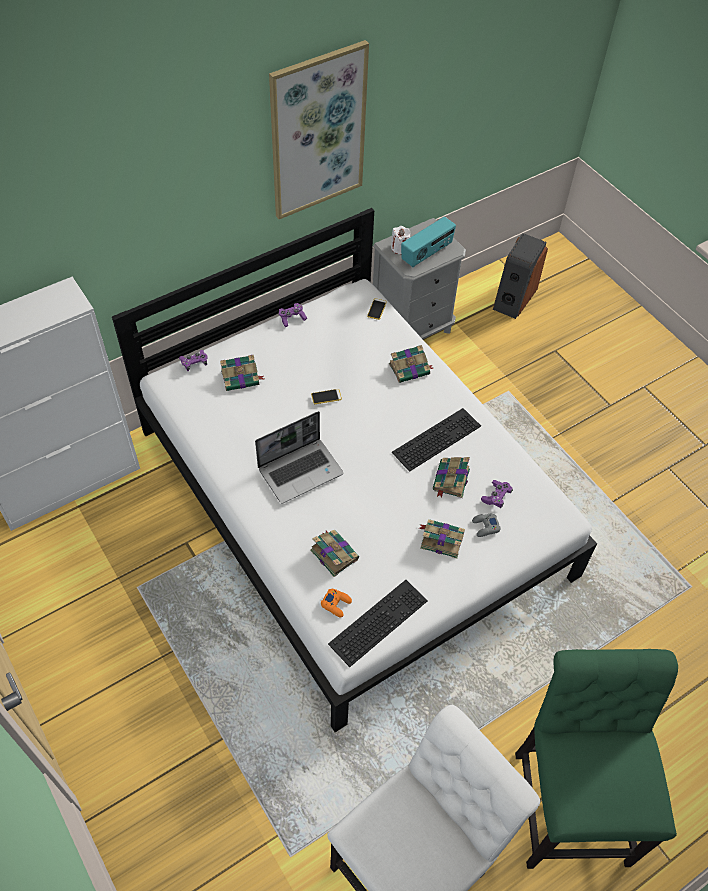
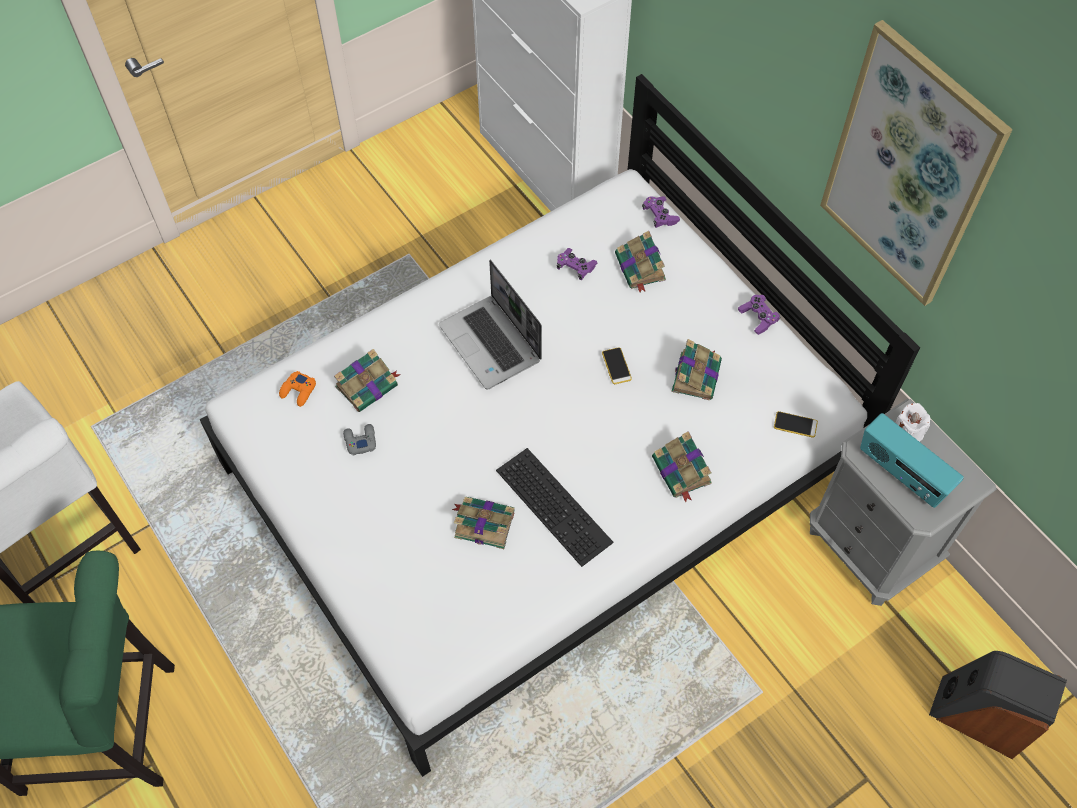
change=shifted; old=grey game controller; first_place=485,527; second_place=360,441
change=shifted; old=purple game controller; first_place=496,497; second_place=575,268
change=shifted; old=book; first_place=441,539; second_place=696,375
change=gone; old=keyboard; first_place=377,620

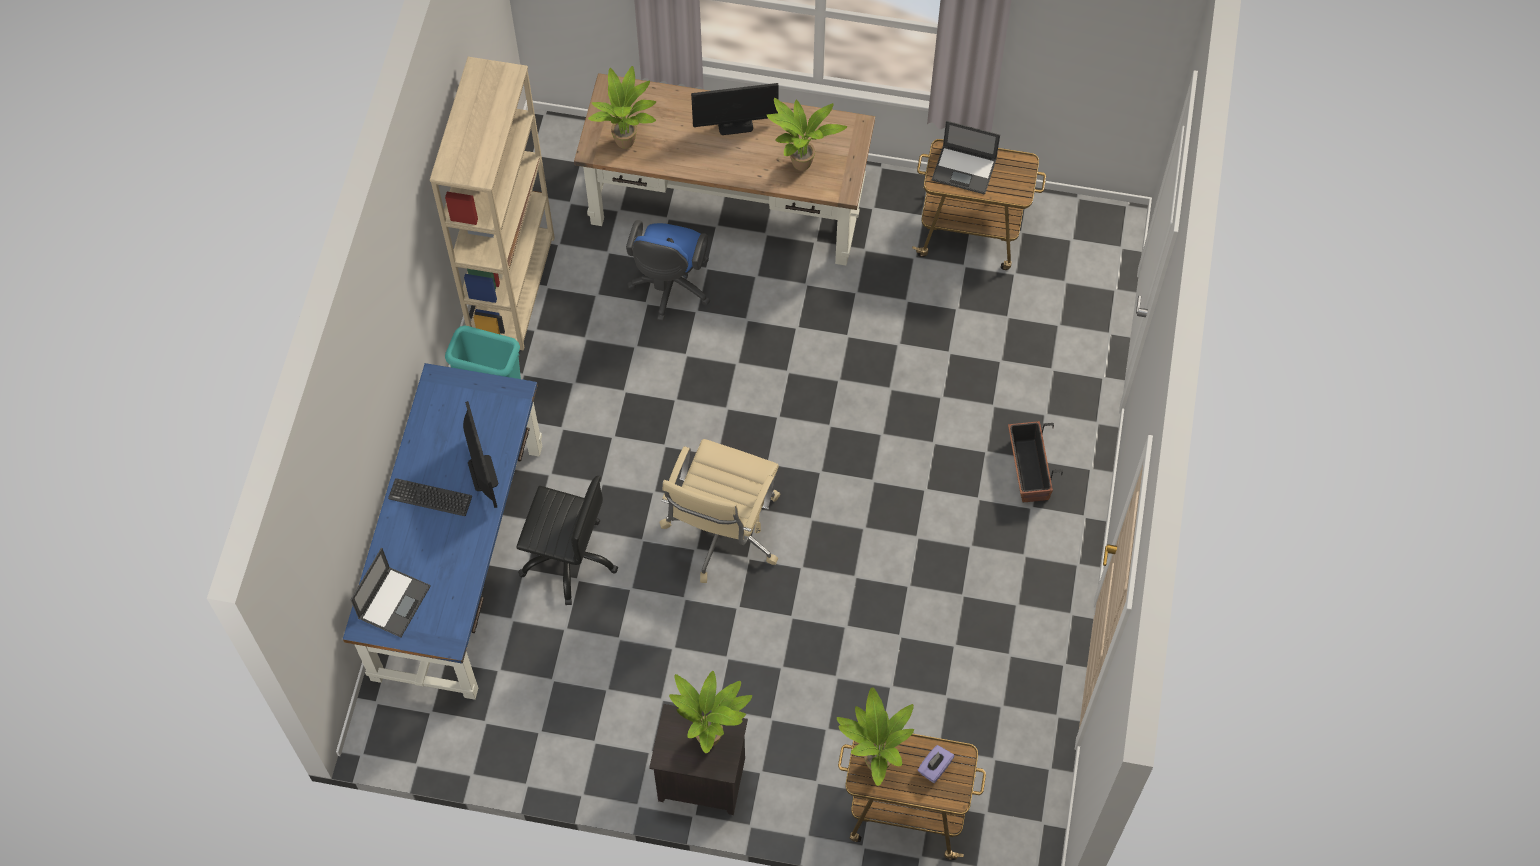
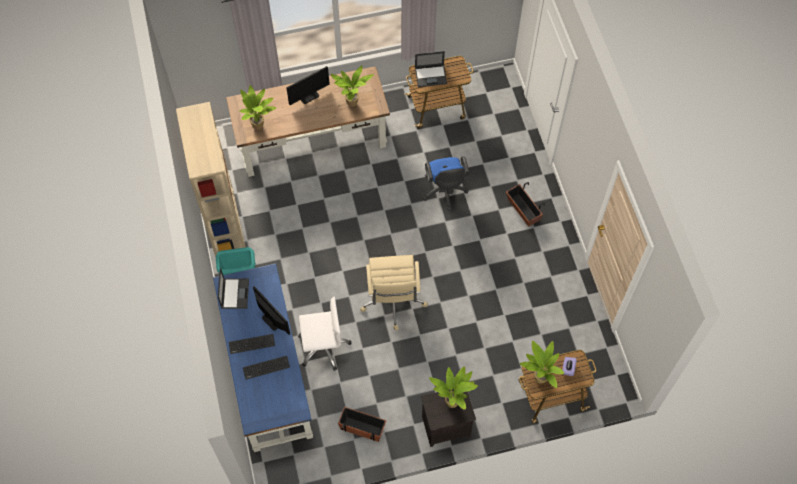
change=shifted; old=laptop; first_place=394,601; second_place=235,293
change=new; new=keyboard; second_place=266,367
change=repainted; old=black office chair; new=white office chair; first_place=569,558; second_place=323,346
change=new; new=planter; second_place=362,428
change=shifted; old=blue office chair; first_place=670,288; second_place=444,192

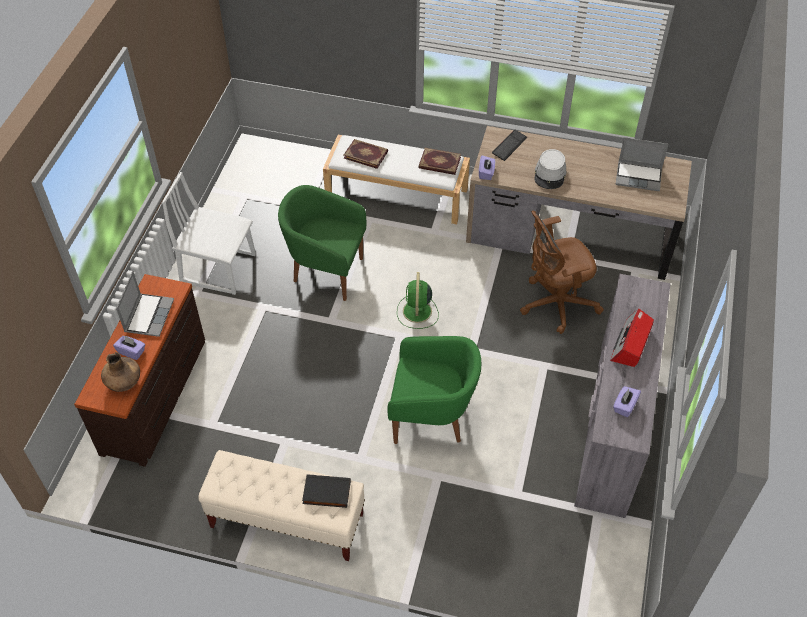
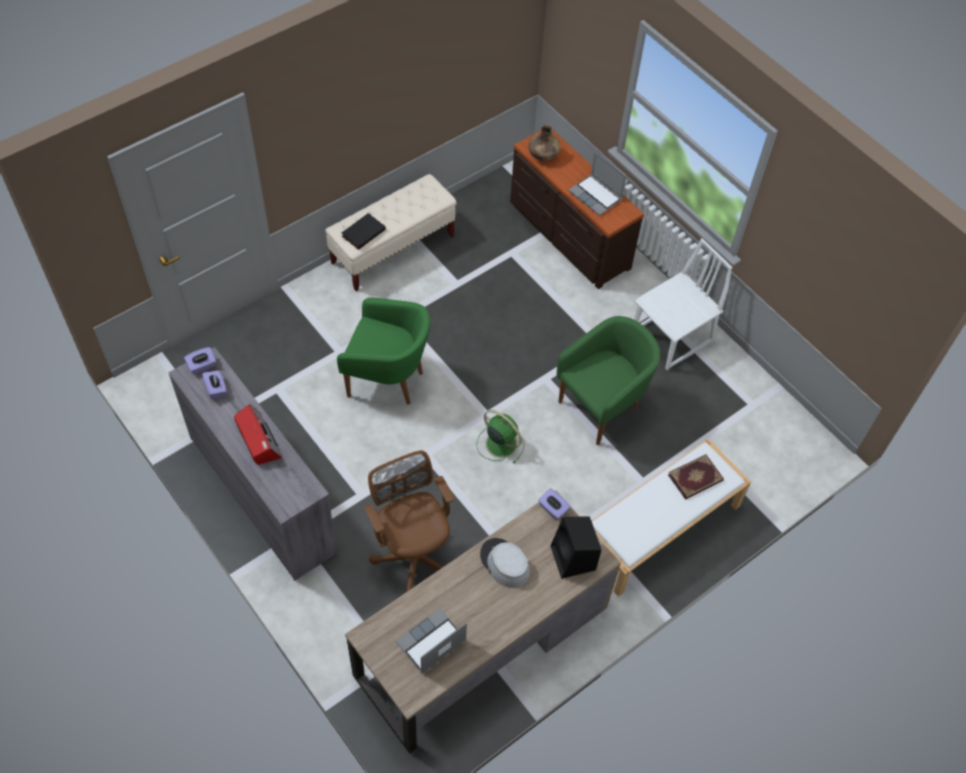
change=shifted; old=purple tissue box; first_place=132,352; second_place=202,366
change=rotated; old=green armchair; first_place=432,420; second_place=388,380; degrees=-120
change=rotated; old=brown office chair; first_place=555,304; second_place=413,555; degrees=-45
change=swapped; old=keyboard; new=black speaker; first_place=509,146; second_place=573,559
change=gone; old=book; first_place=439,163

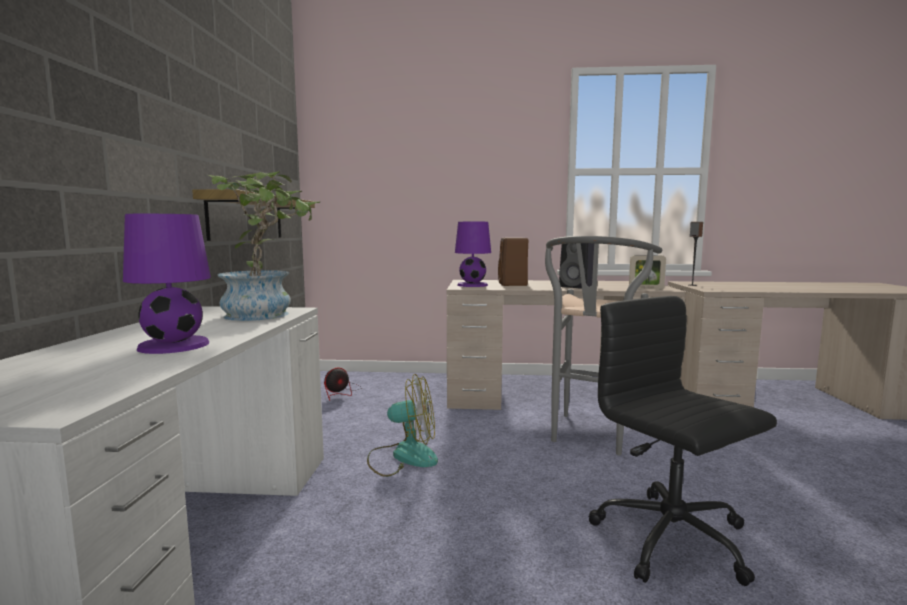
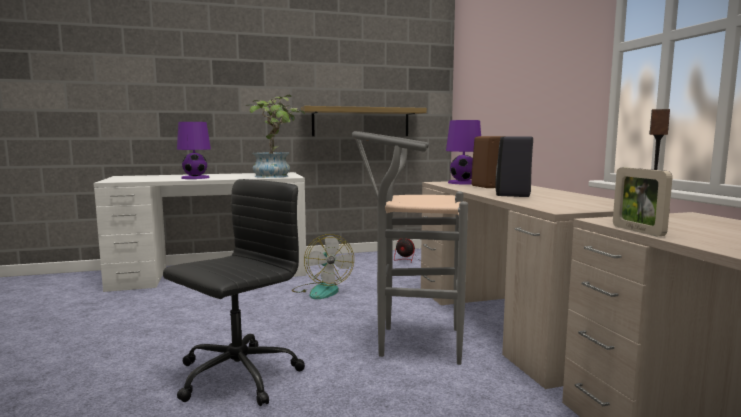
change=shifted; old=picture frame; first_place=646,289; second_place=638,231

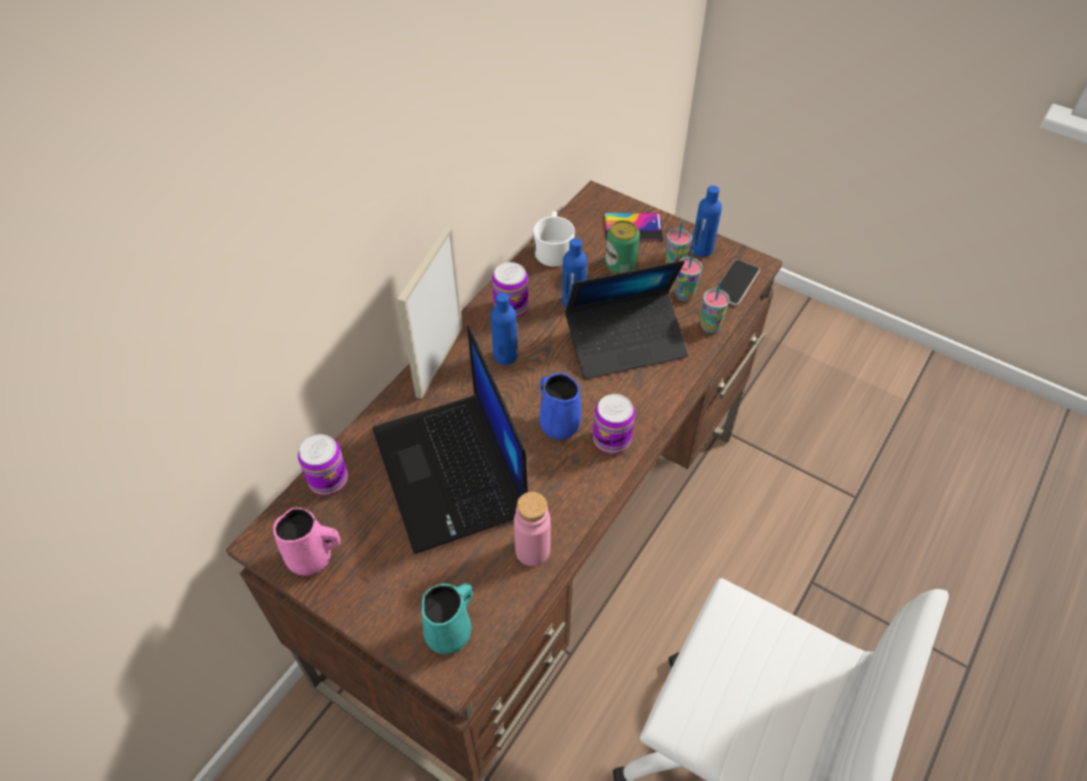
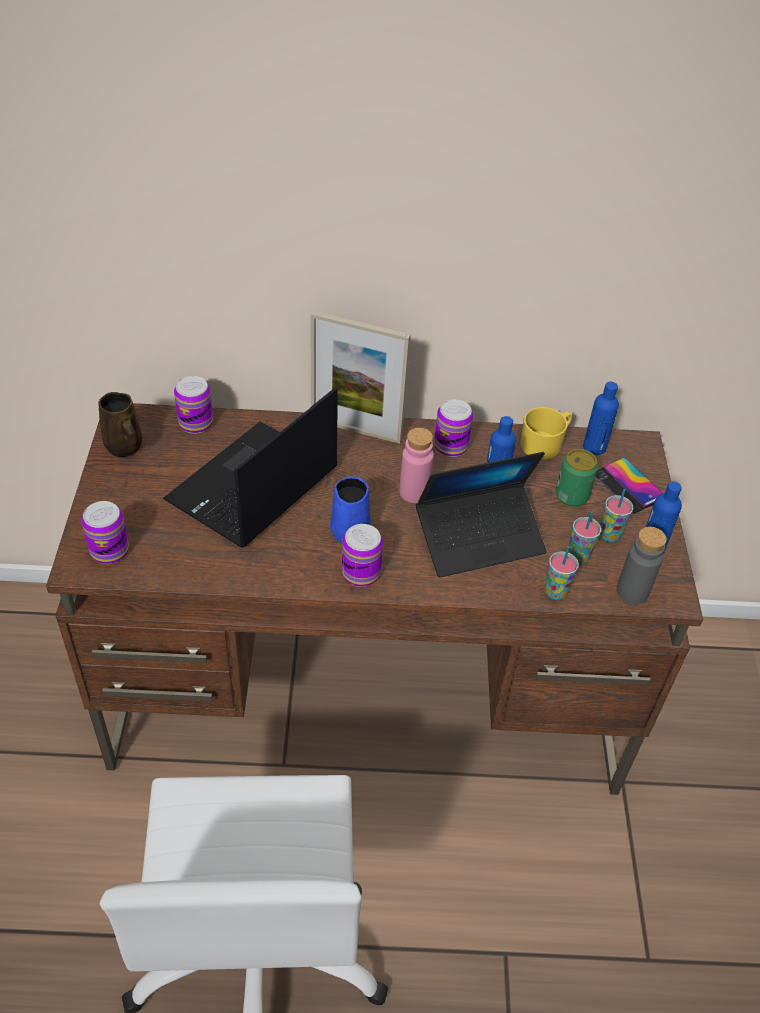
change=swapped; old=turquoise mug; new=can; first_place=450,632; second_place=109,551
change=repainted; old=pink mug; new=brown mug; first_place=313,559; second_place=125,447
change=rotated; old=picture frame; first_place=439,361; second_place=356,430; degrees=-150
change=shifted; old=pink bottle; first_place=532,550; second_place=414,492
change=rotated; old=laptop; first_place=626,342; second_place=479,538; degrees=-60
change=repainted; old=white mug; new=yellow mug; first_place=553,249; second_place=545,444
change=shifted; old=blue bottle; first_place=505,356; second_place=594,447
change=swapped; old=phone; new=grey bottle; first_place=736,283; second_place=632,591

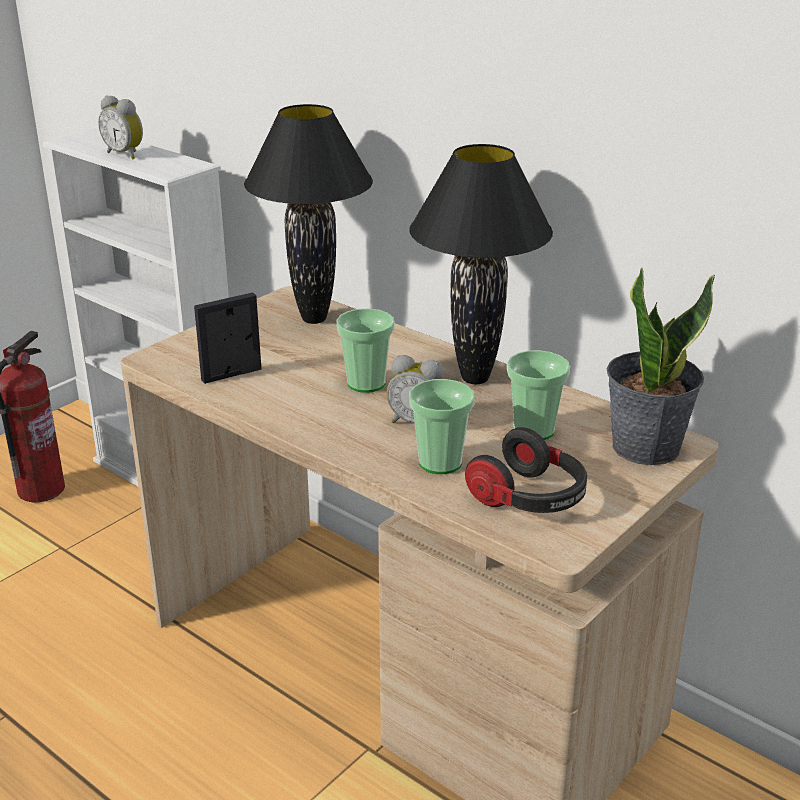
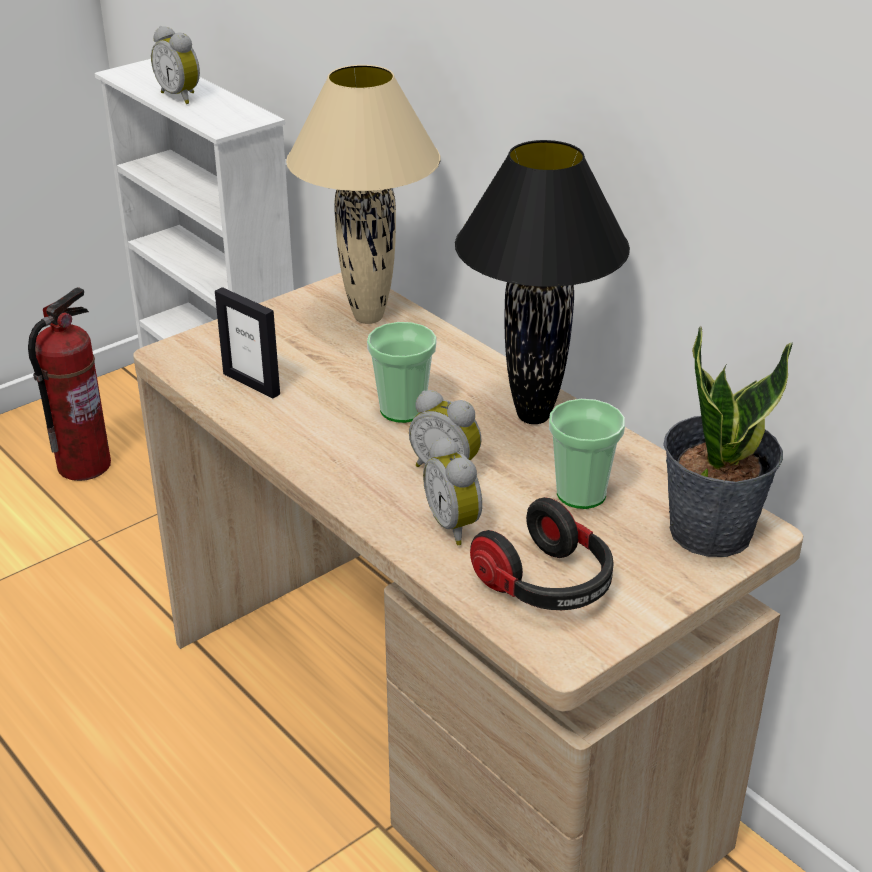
change=rotated; old=picture frame; first_place=231,375; second_place=252,383; degrees=-120
change=repainted; old=black table lamp; new=beige table lamp; first_place=315,319; second_place=370,317
change=swapped; old=cup; new=alarm clock; first_place=440,462; second_place=456,525

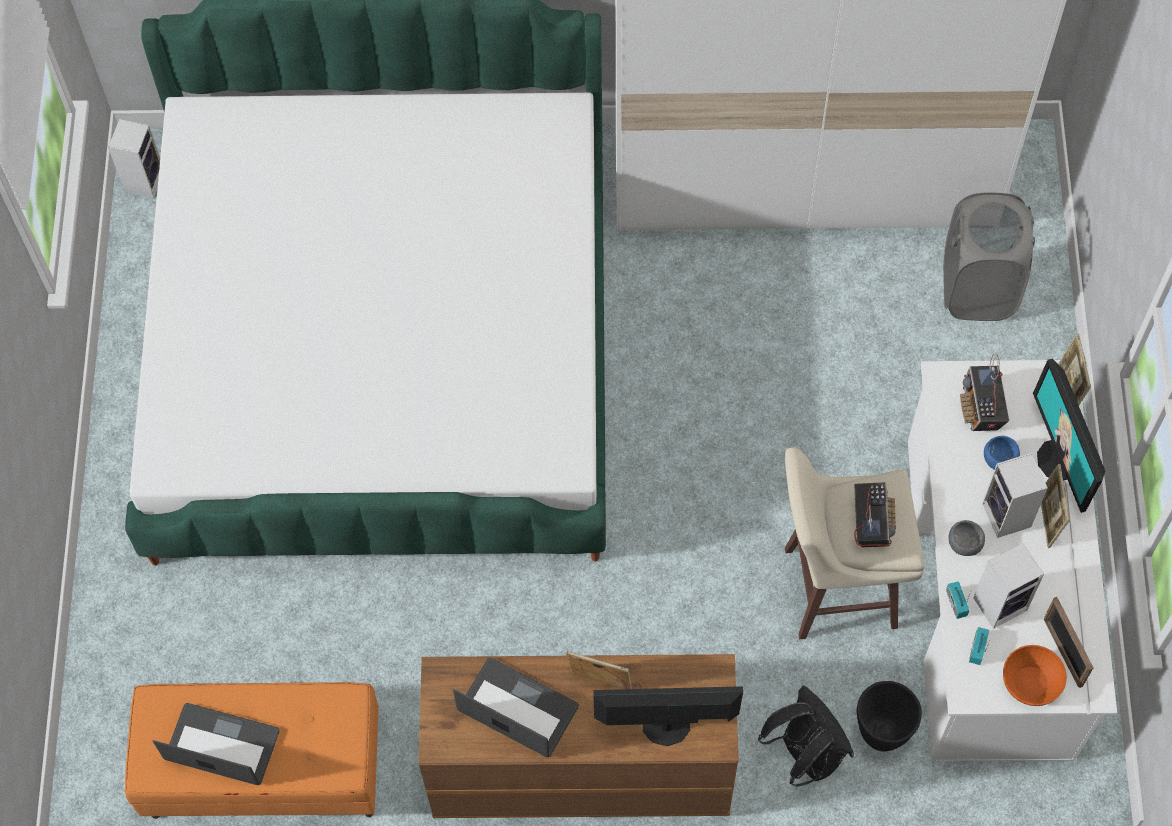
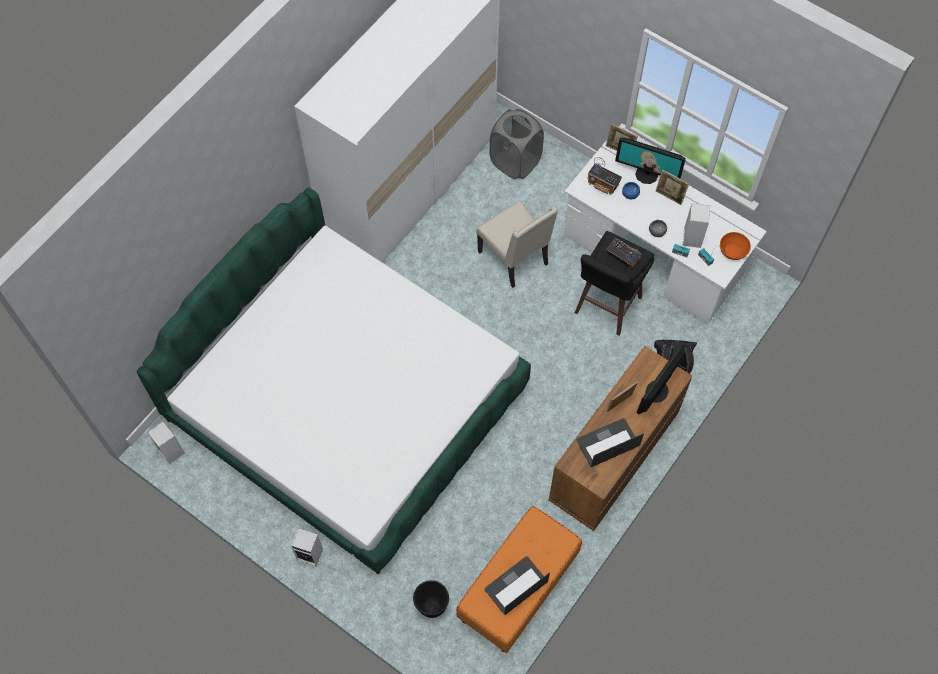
change=shifted; old=speaker; first_place=1008,516; second_place=311,554
change=shifted; old=black planter; first_place=882,732; second_place=431,606
change=new; new=beige chair; second_place=515,258
change=repainted; old=beige stool; new=black stool; first_place=835,587; second_place=606,306
change=gone; old=picture frame; first_place=1062,652

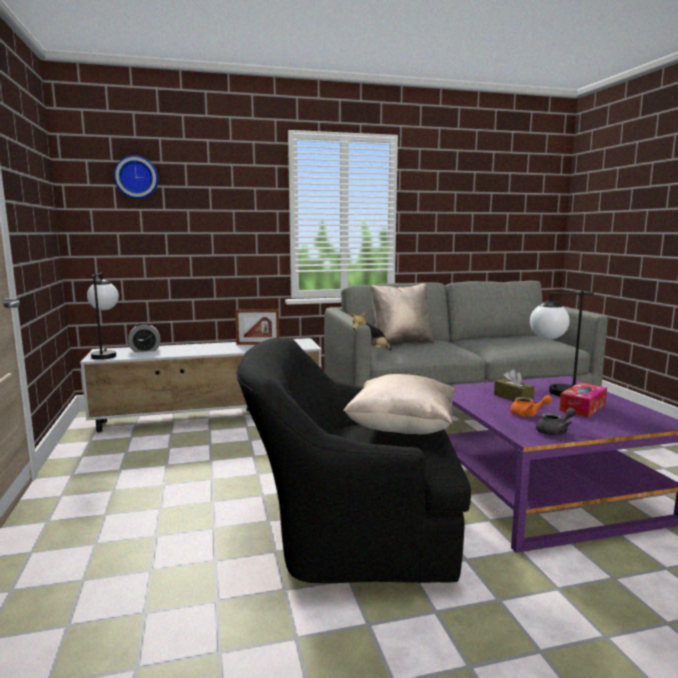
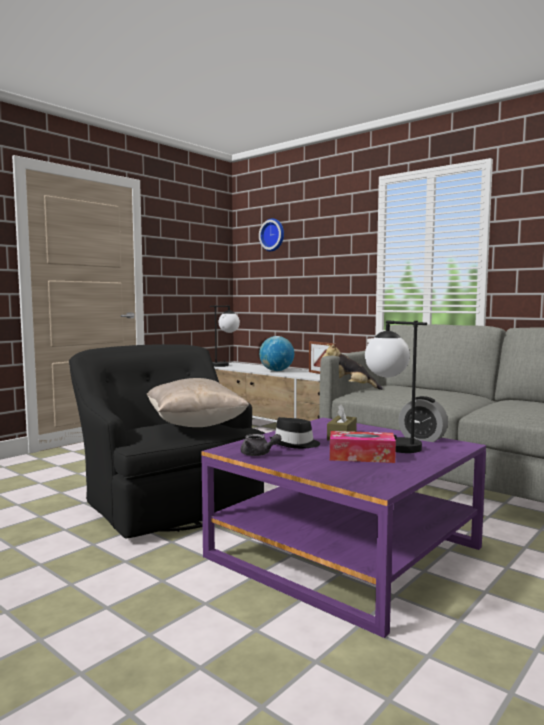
change=new; new=globe; second_place=276,371
change=swapped; old=orange teapot; new=black hat; first_place=528,414; second_place=295,444
change=shifted; old=alarm clock; first_place=145,350; second_place=422,438
change=gone; old=beige pillow; first_place=400,342

